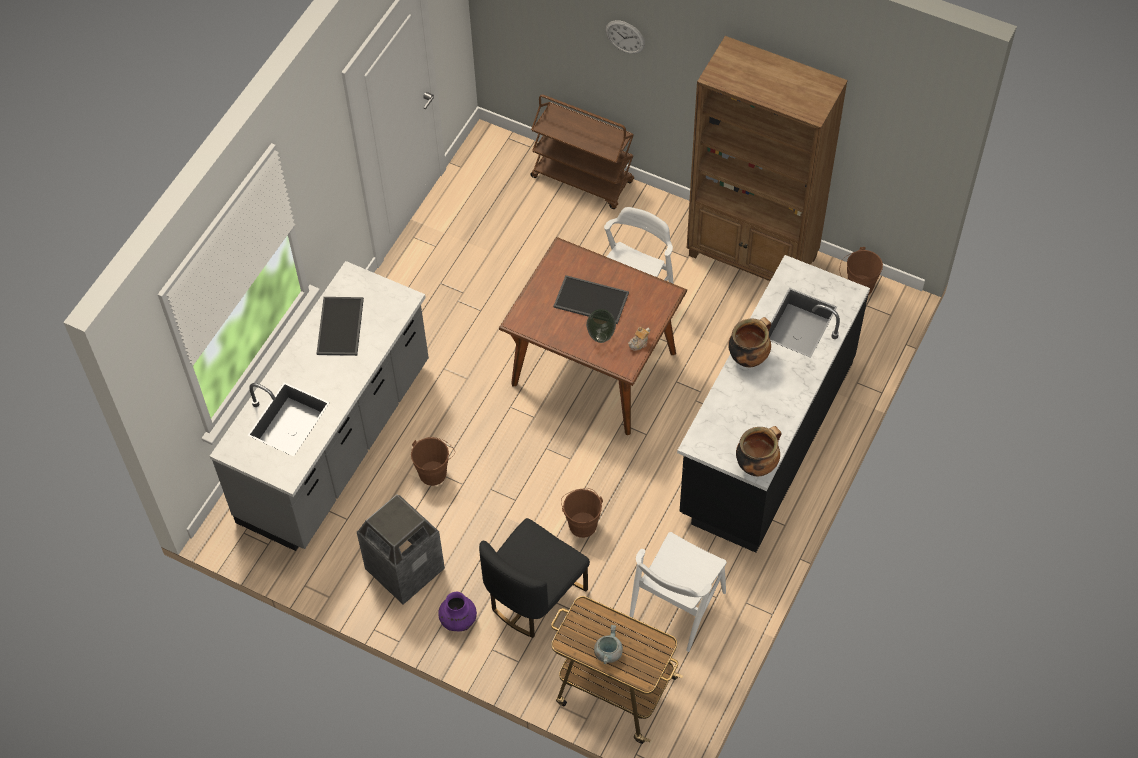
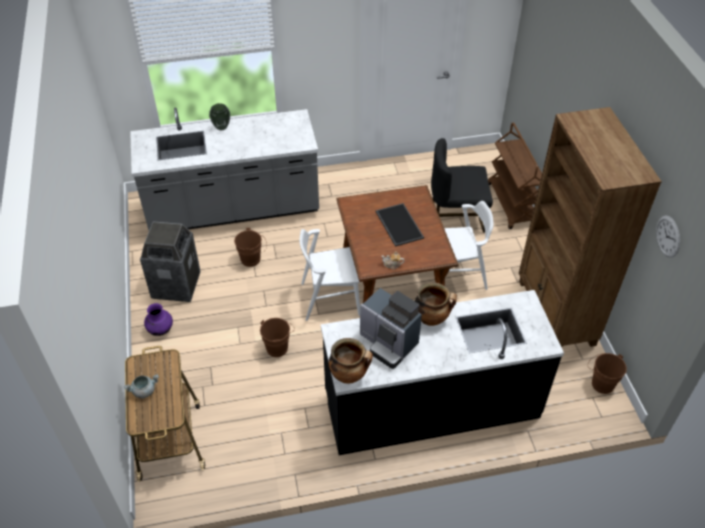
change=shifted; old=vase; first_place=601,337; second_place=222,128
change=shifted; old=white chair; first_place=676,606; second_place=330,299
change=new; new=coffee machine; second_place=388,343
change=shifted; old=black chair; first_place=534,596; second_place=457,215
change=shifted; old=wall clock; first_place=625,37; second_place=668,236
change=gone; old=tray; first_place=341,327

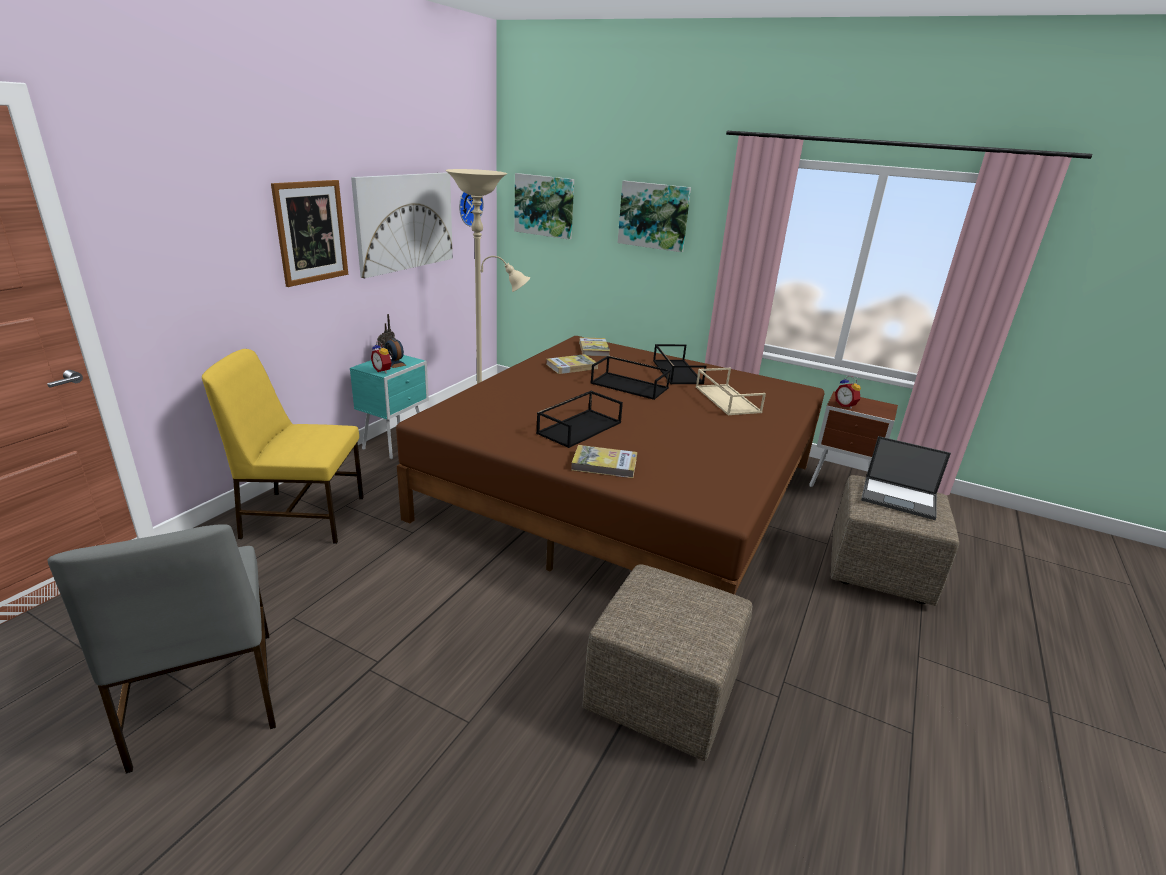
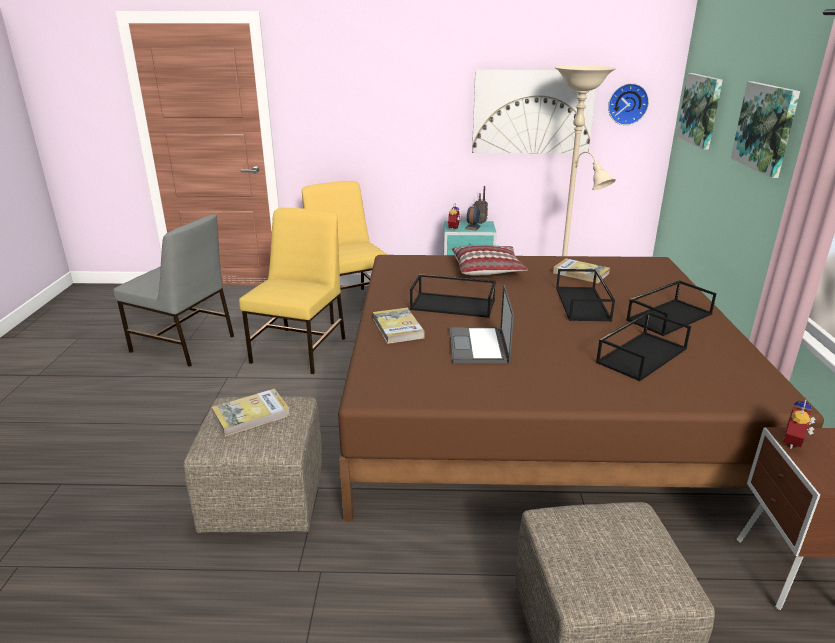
change=rotated; old=grey chair; first_place=204,699; second_place=184,344; degrees=-105
change=shifted; old=book; first_place=594,349; second_place=251,415
change=new; new=yellow chair; second_place=300,349
change=shifted; old=laptop; first_place=899,498; second_place=479,346
change=new; new=pillow; second_place=487,269
change=repainted; old=beige tray; new=black tray; first_place=726,399; second_place=641,355
change=gone; old=picture; first_place=311,232

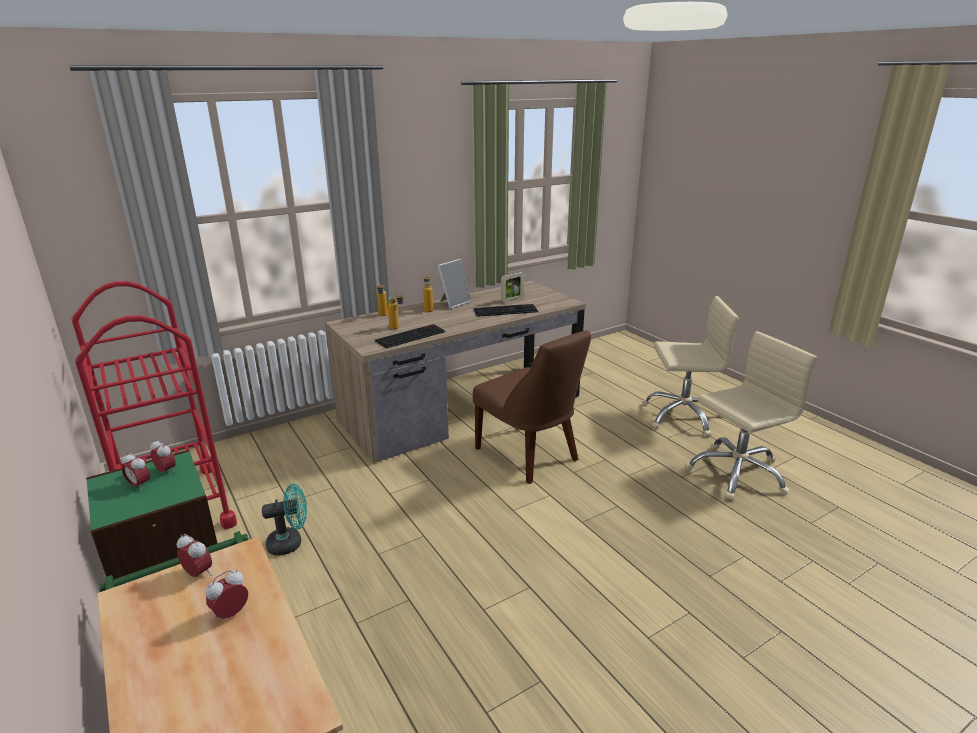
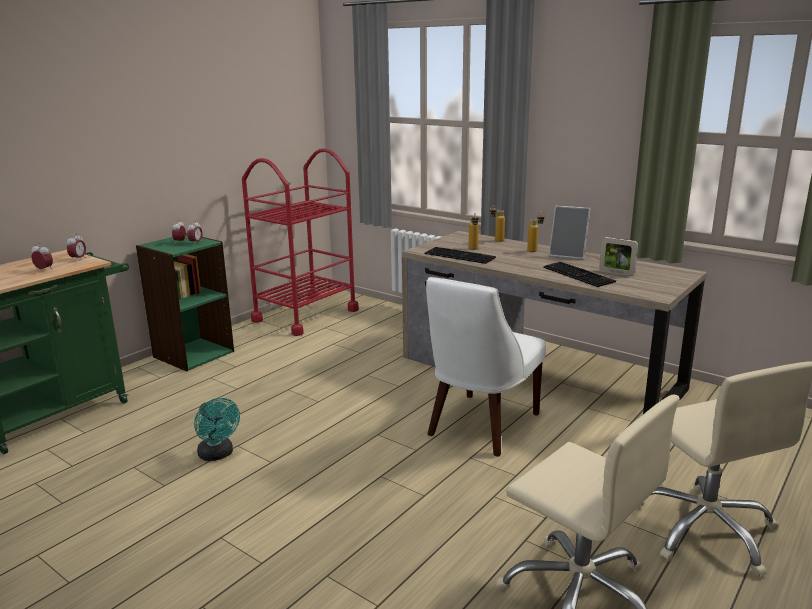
change=shifted; old=turquoise fan; first_place=290,543; second_place=218,455
change=repainted; old=brown chair; new=white chair; first_place=529,456; second_place=480,426

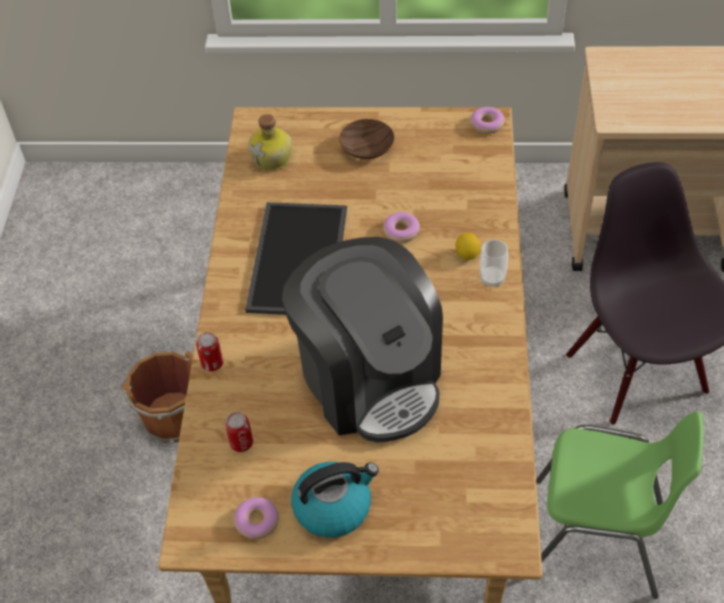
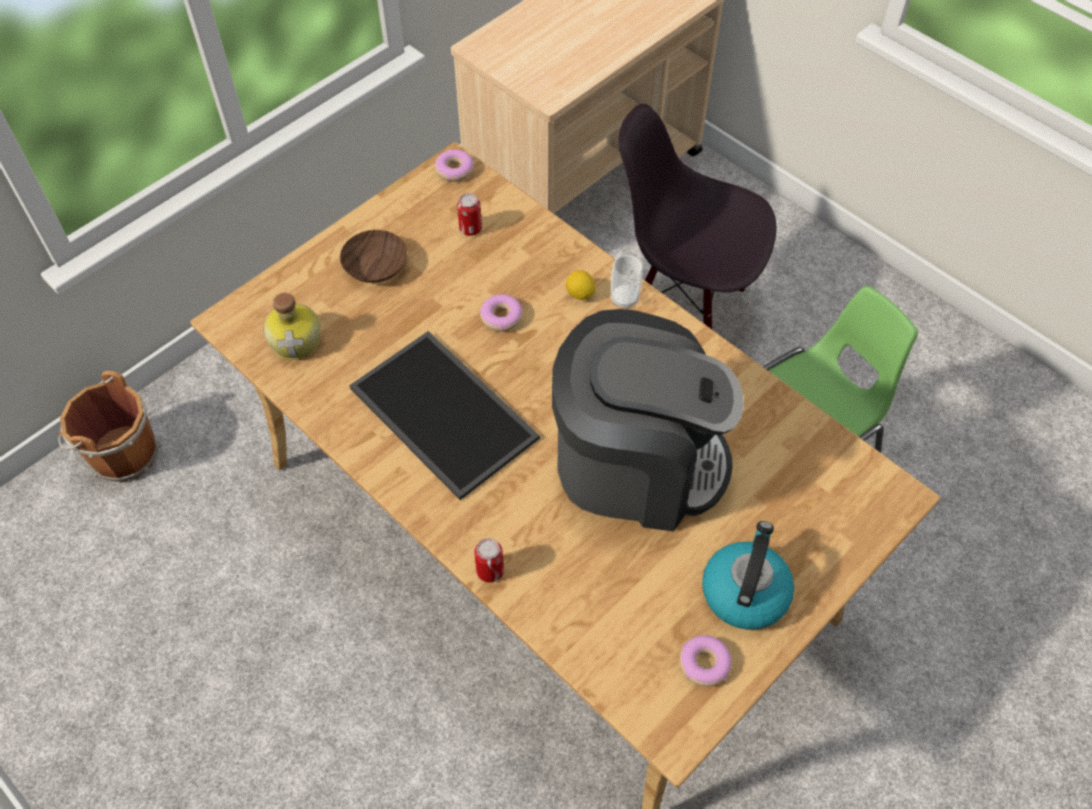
change=shifted; old=brown bucket; first_place=171,416; second_place=121,454
change=shifted; old=can; first_place=241,443; second_place=470,229

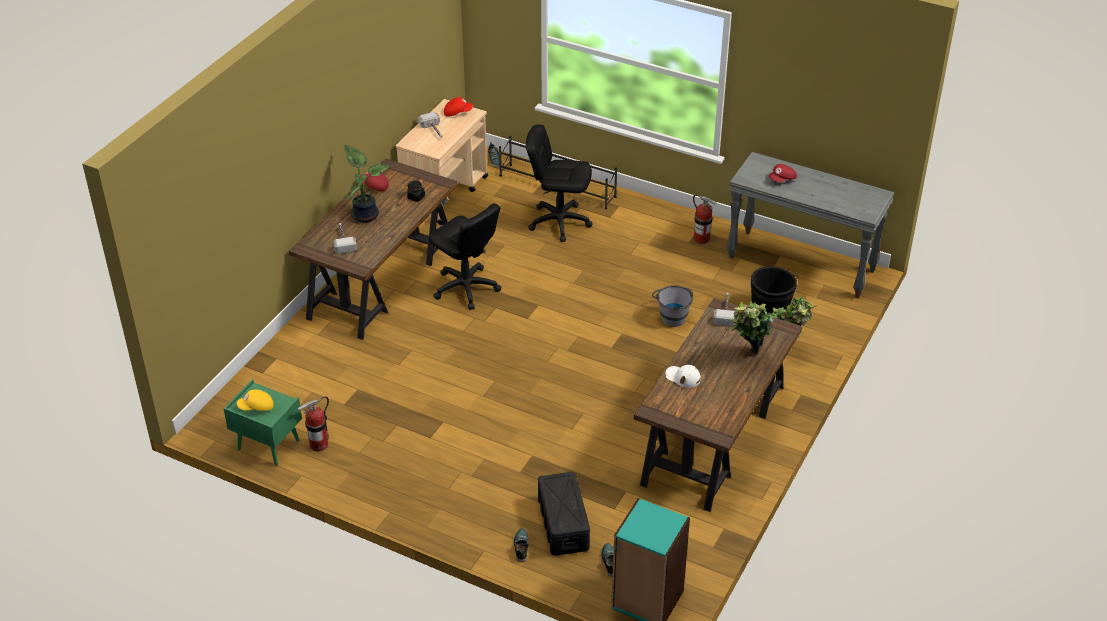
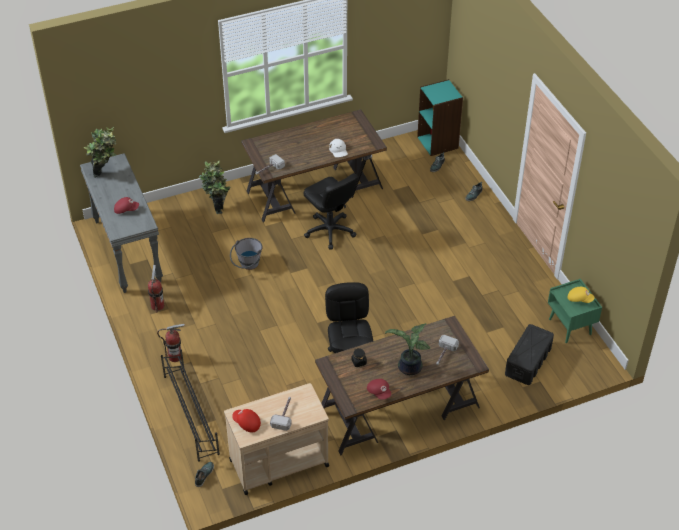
change=shifted; old=potted plant; first_place=748,357; second_place=106,173
change=shifted; old=fire extinguisher; first_place=319,444; second_place=175,356
change=shifted; old=black office chair; first_place=559,222; second_place=330,231
change=shifted; old=black storage box; first_place=563,523; second_place=527,362
change=gone; old=black bucket; first_place=770,311

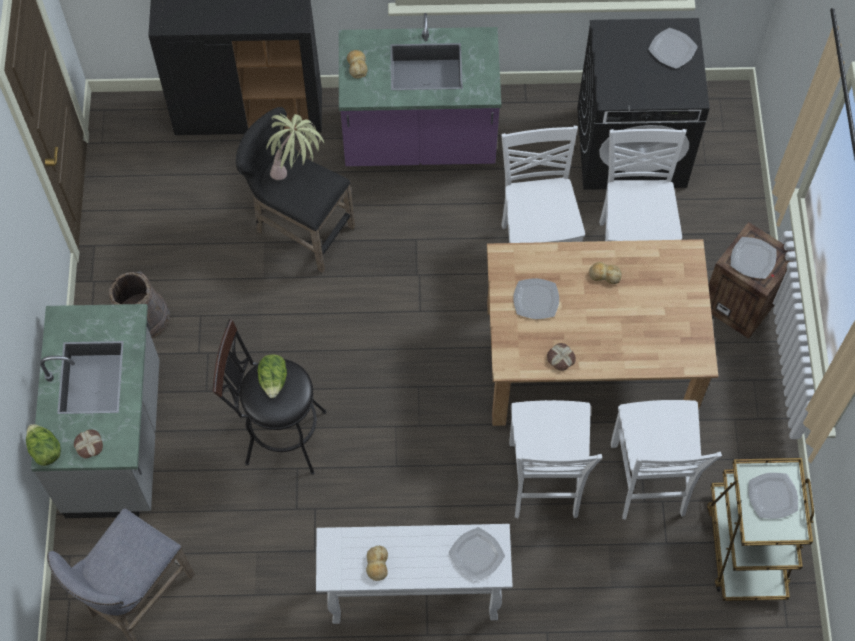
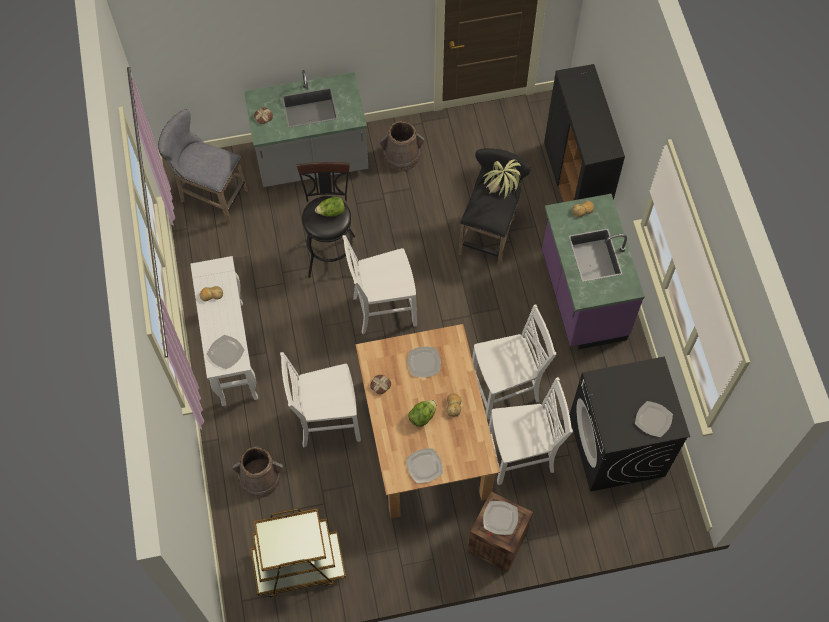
change=new; new=brown bucket; second_place=260,477
change=shifted; old=white chair; first_place=648,481; second_place=383,310
change=shifted; old=plate; first_place=772,496; second_place=424,465
change=shifted; old=lettuce; first_place=45,450; second_place=422,416

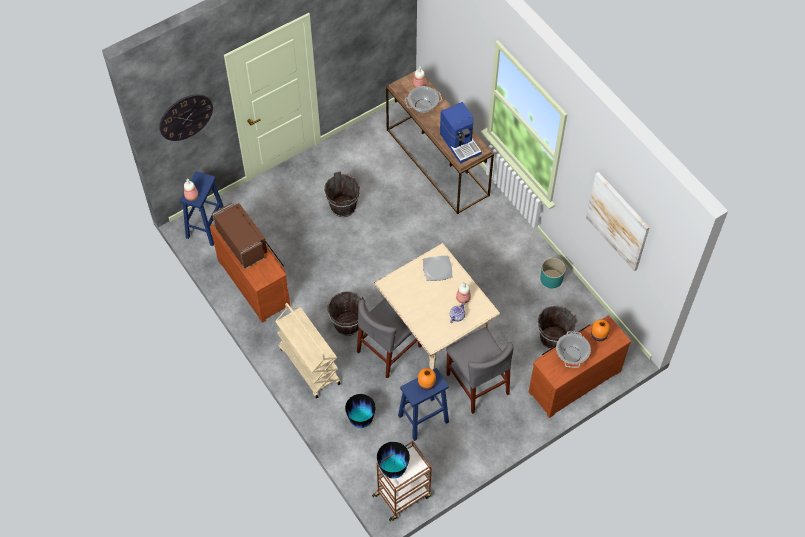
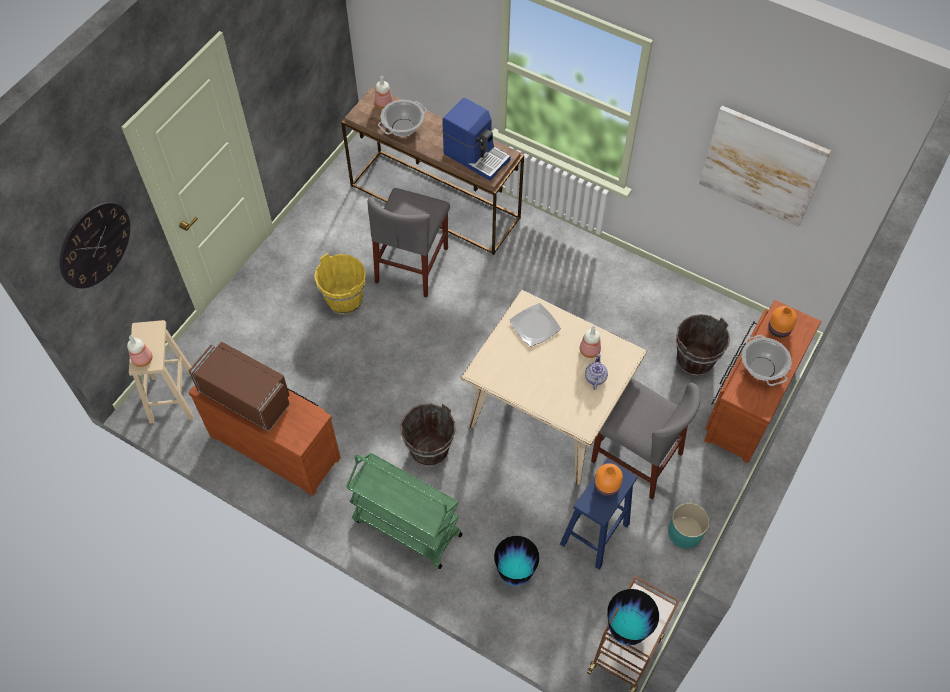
change=repainted; old=blue stool; new=beige stool; first_place=207,226; second_place=172,396
change=repainted; old=brown bucket; new=yellow bucket; first_place=343,207; second_place=345,300
change=repainted; old=beige cart; new=green cart; first_place=308,365; second_place=406,527
change=shifted; old=grey chair; first_place=389,349; second_place=412,265
change=shifted; old=turquoise planter; first_place=551,278; second_place=685,532

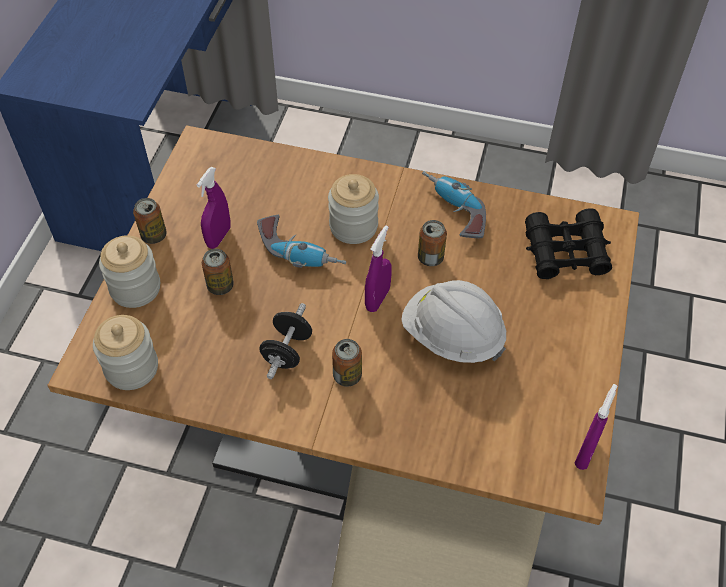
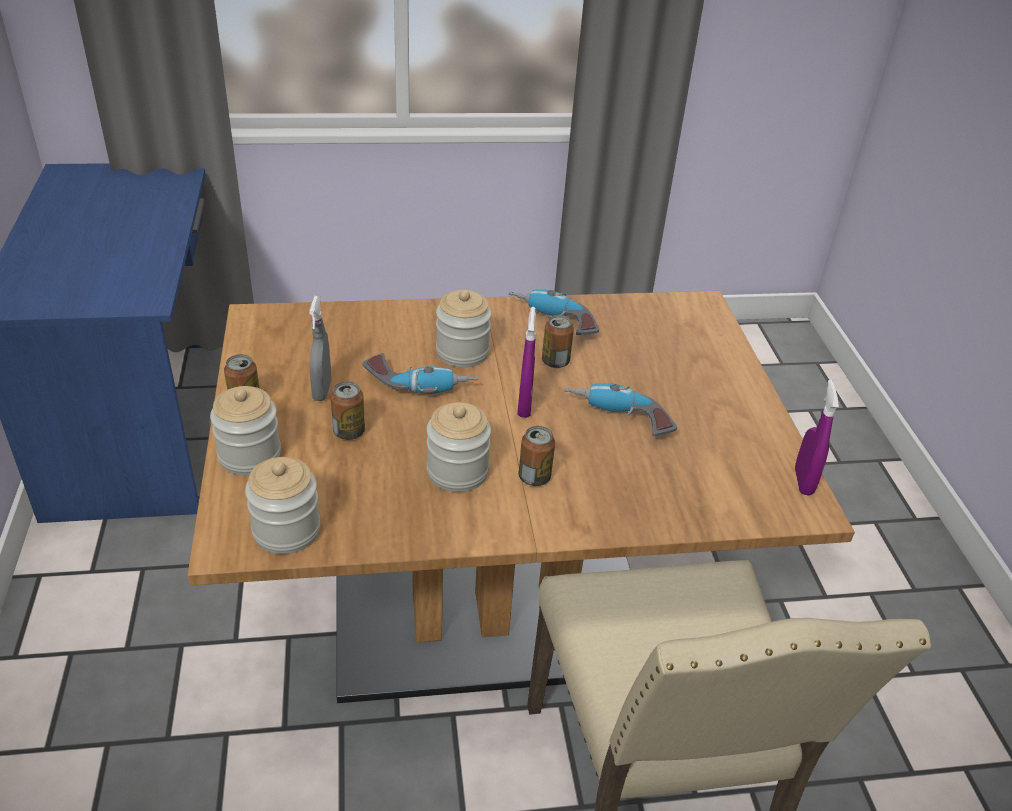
change=repainted; old=purple spray bottle; new=grey spray bottle; first_place=218,237; second_place=322,390
change=swapped; old=black dumbbell; new=jar; first_place=287,351; second_place=457,472
change=swapped; old=white hard hat; new=power drill; first_place=452,336; second_place=617,419
change=gone; old=black binoculars; first_place=566,252

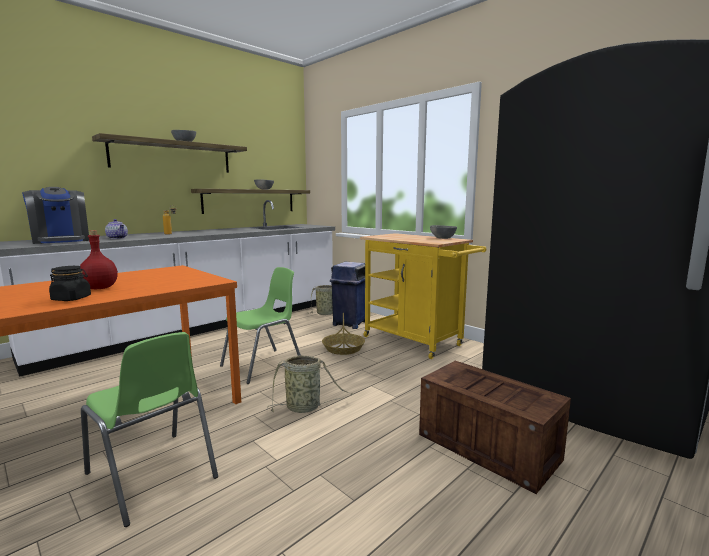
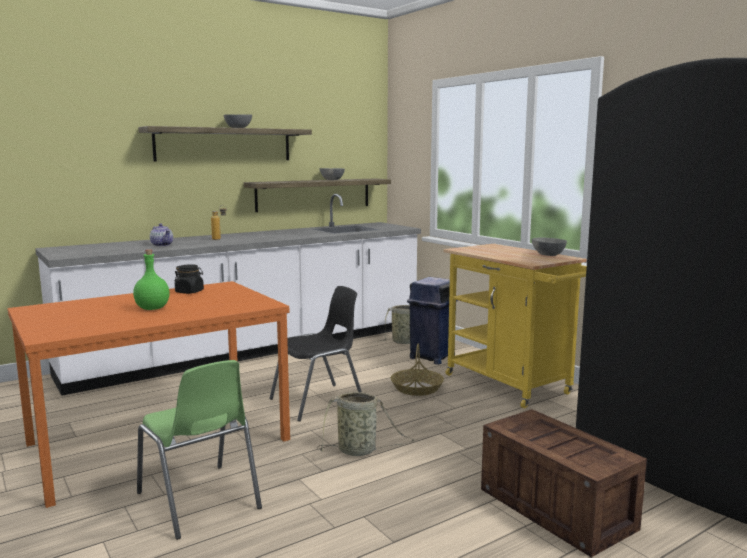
change=repainted; old=red bottle; new=green bottle; first_place=101,288; second_place=153,308
change=shifted; old=black jar; first_place=71,299; second_place=189,292
change=repainted; old=green chair; new=black chair; first_place=264,365; second_place=319,401
change=gone; old=coffee machine; first_place=61,241

